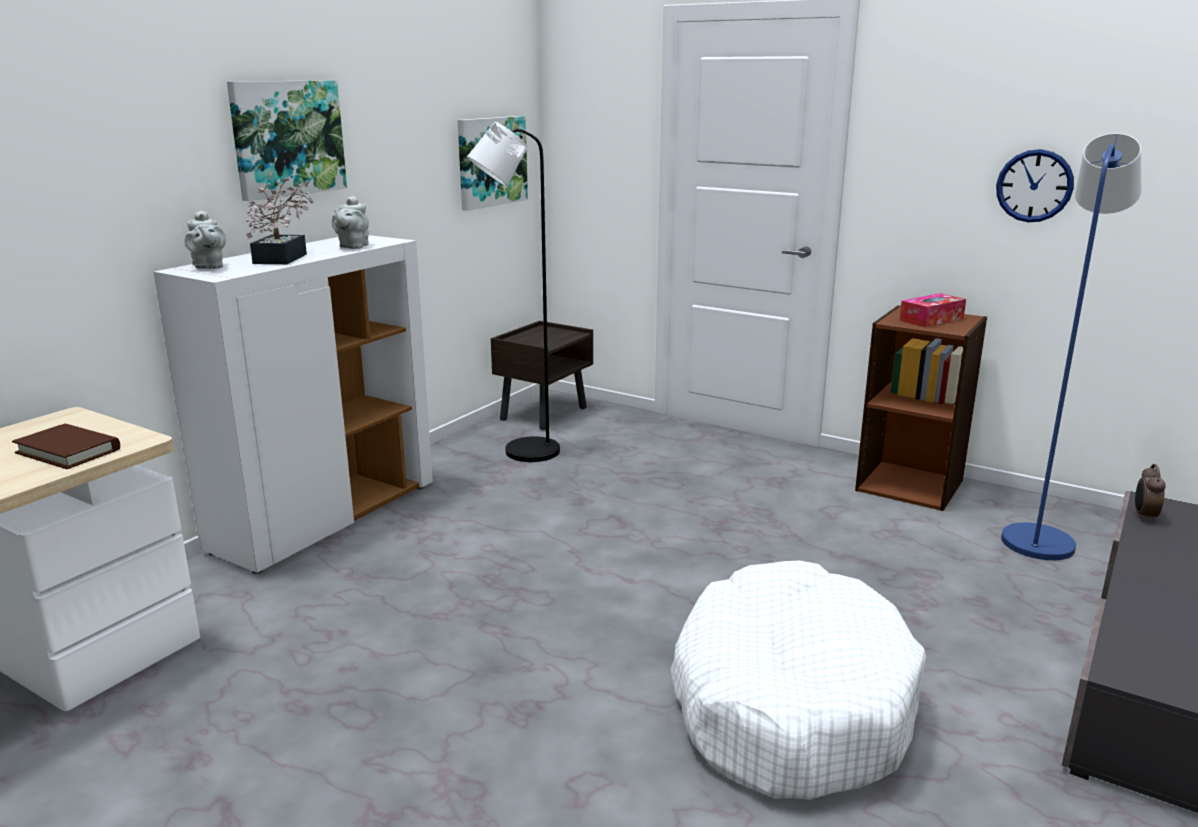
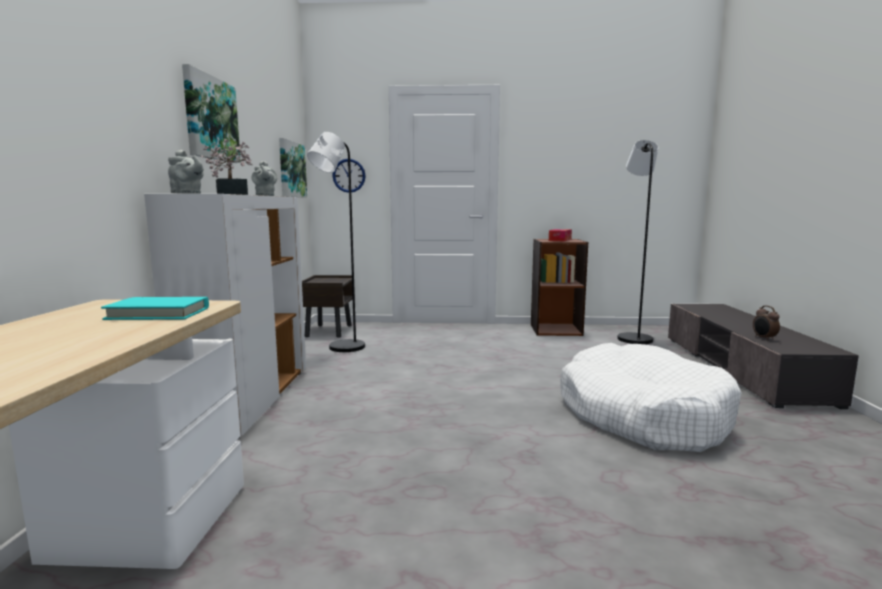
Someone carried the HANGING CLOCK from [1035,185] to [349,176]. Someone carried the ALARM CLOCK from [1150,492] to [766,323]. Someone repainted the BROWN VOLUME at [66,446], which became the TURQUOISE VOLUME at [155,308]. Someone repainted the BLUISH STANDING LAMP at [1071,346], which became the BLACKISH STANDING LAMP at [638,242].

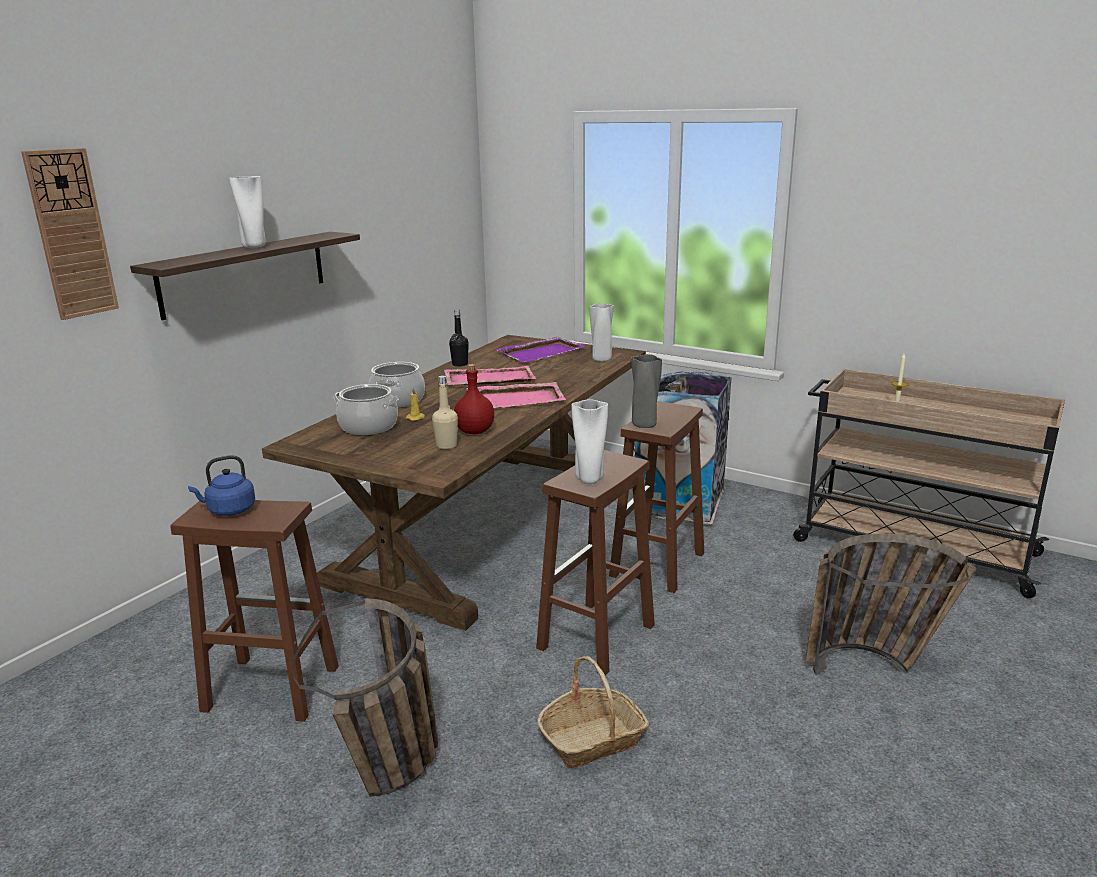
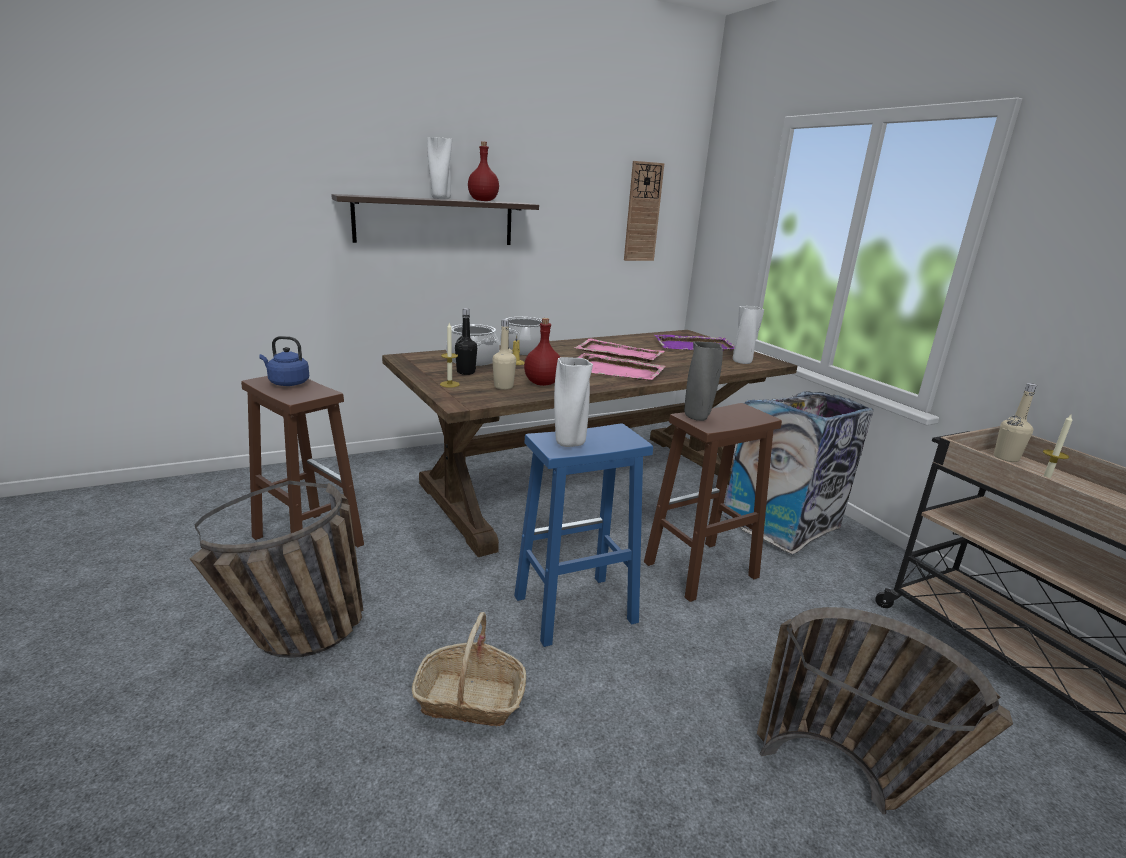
Someone put down the WAX LIGHT at [450,355]. Someone put down the RED BOTTLE at [483,171]. Someone put down the SAND-COLOURED BOTTLE at [1015,422]. Someone carried the HANGING CLOCK from [70,234] to [644,211]. Someone carried the BLACKISH BOTTLE from [459,338] to [466,341]. Someone repainted the BROWN SITTING STOOL at [595,562], which became the BLUISH SITTING STOOL at [583,535].

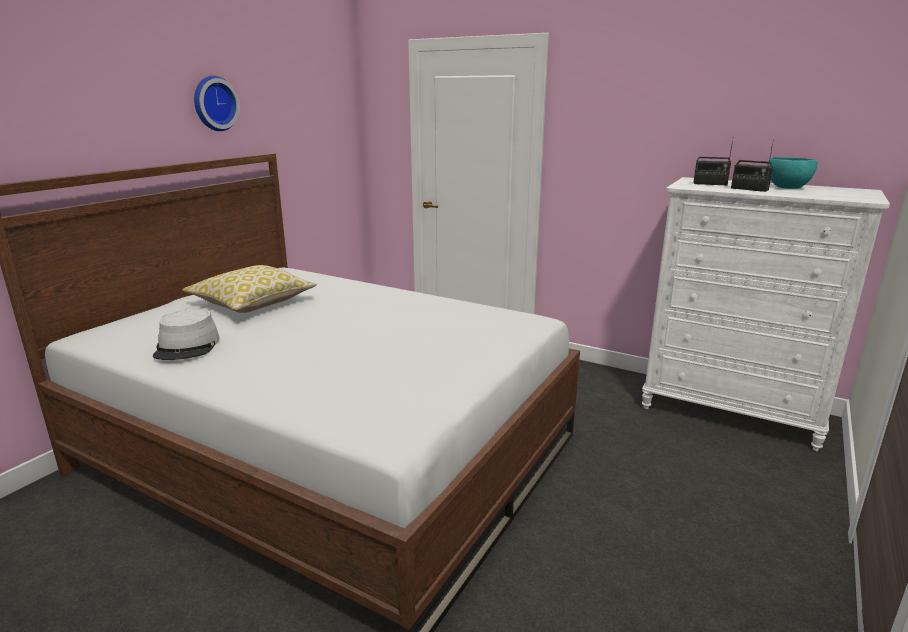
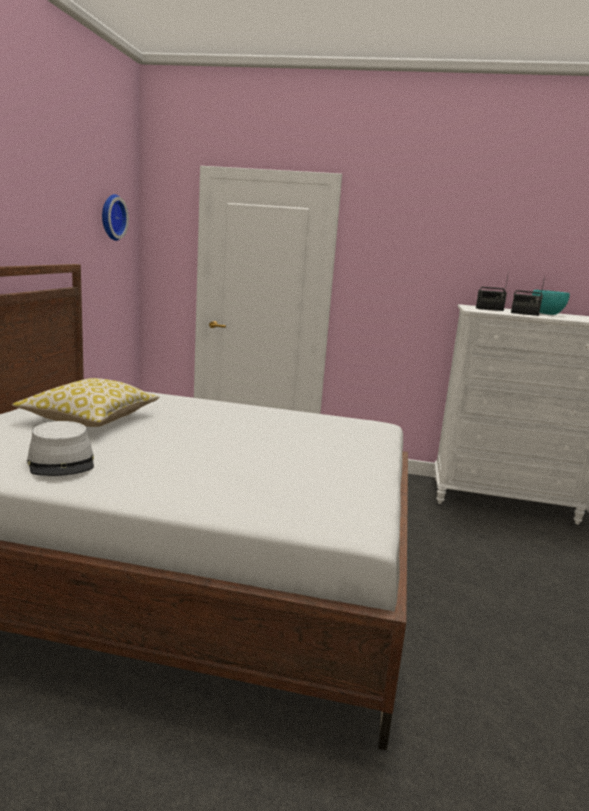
Someone carried the HANGING CLOCK from [217,103] to [115,217].

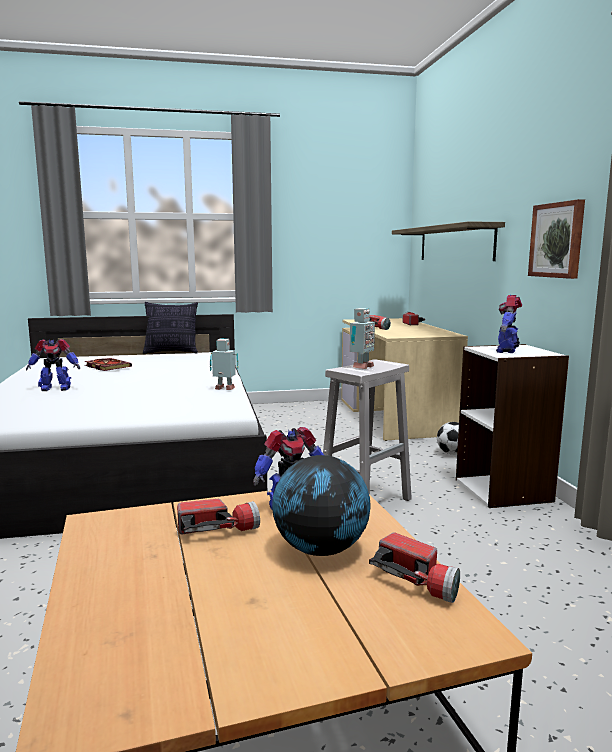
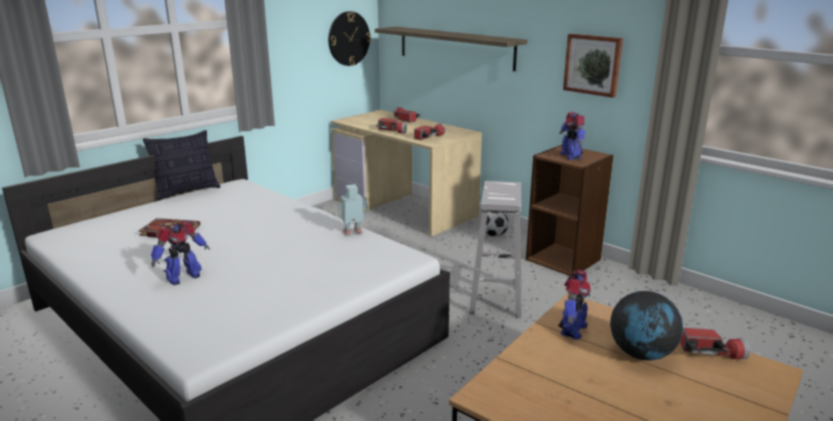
Someone took away the TOY ROBOT at [362,338]. Someone put up the HANGING CLOCK at [349,38]. Someone carried the TORCH from [218,517] to [430,132]. Someone repainted the WHITE BOOKSHELF at [512,426], which became the BROWN BOOKSHELF at [570,210].

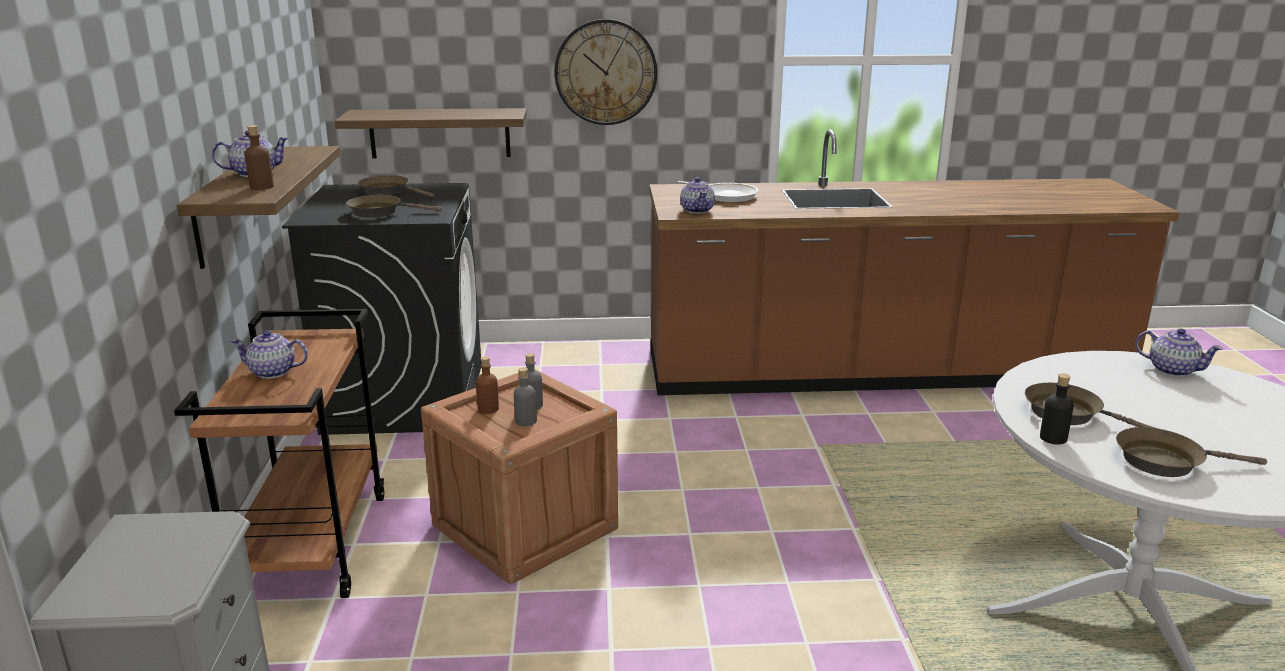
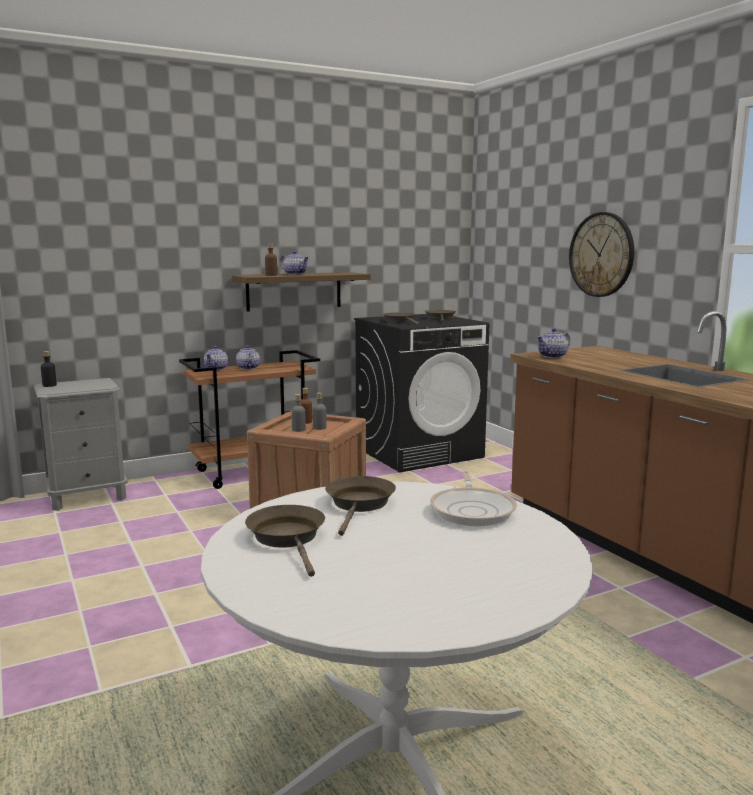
Someone took away the BRACKET SHELF at [431,133]. Someone carried the SKILLET from [718,191] to [473,498]. Someone carried the BLACKISH BOTTLE from [1057,409] to [49,369]. Someone carried the POT FOR TEA from [1179,352] to [216,358].

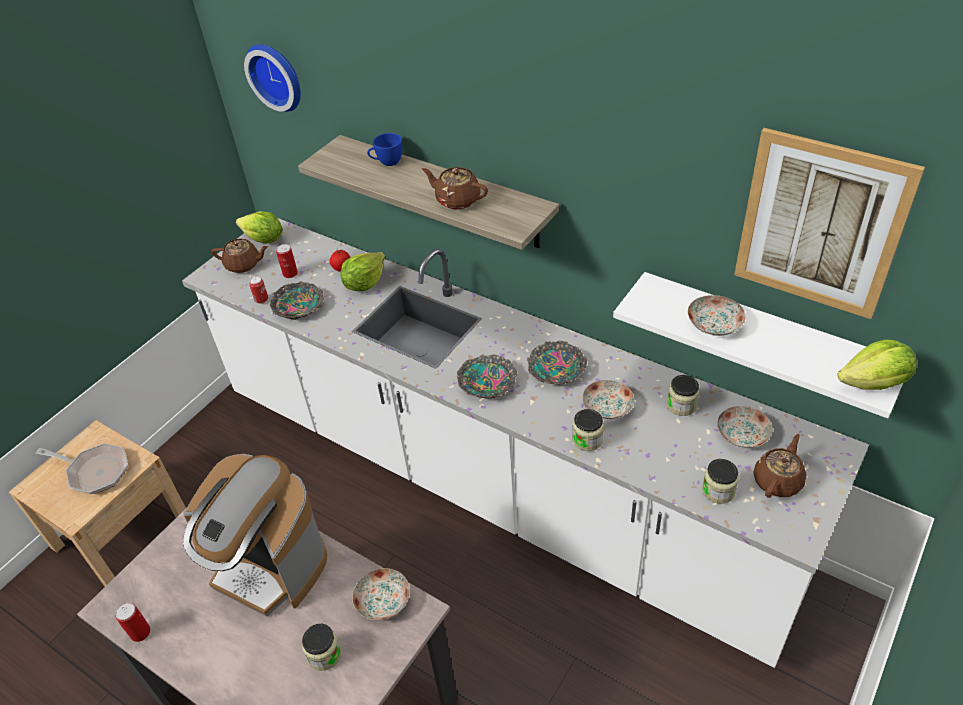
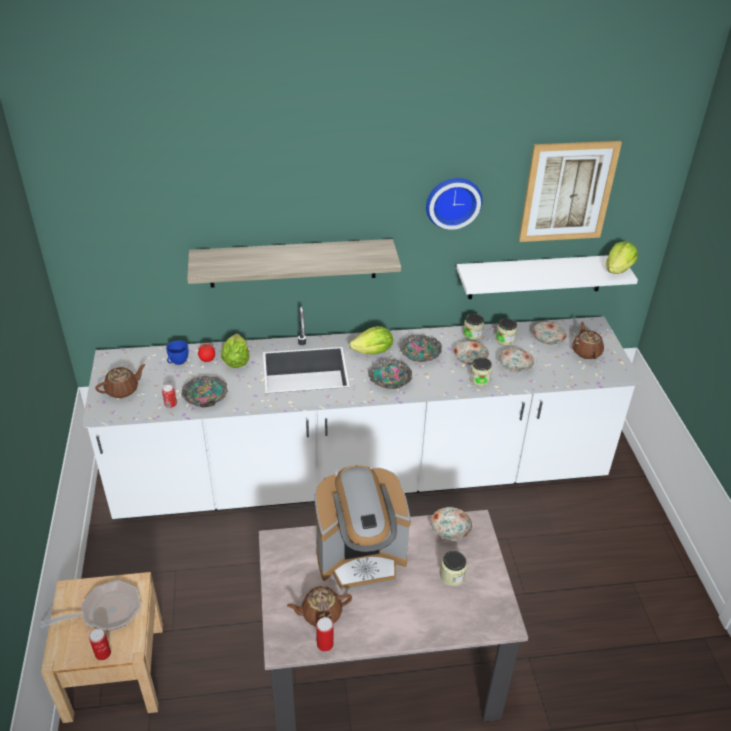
Someone carried the LETTUCE HEAD from [259,227] to [371,340]. Someone carried the HANGING CLOCK from [272,78] to [454,204]. Someone carried the CAN from [287,261] to [100,644]. Someone carried the BLUISH DRINKING CUP from [384,149] to [177,352]. Someone carried the BROWN POT FOR TEA from [455,188] to [319,606]. Someone carried the DINNER PLATE from [717,315] to [516,360]. Someone carried the STORAGE JAR from [720,481] to [473,327].

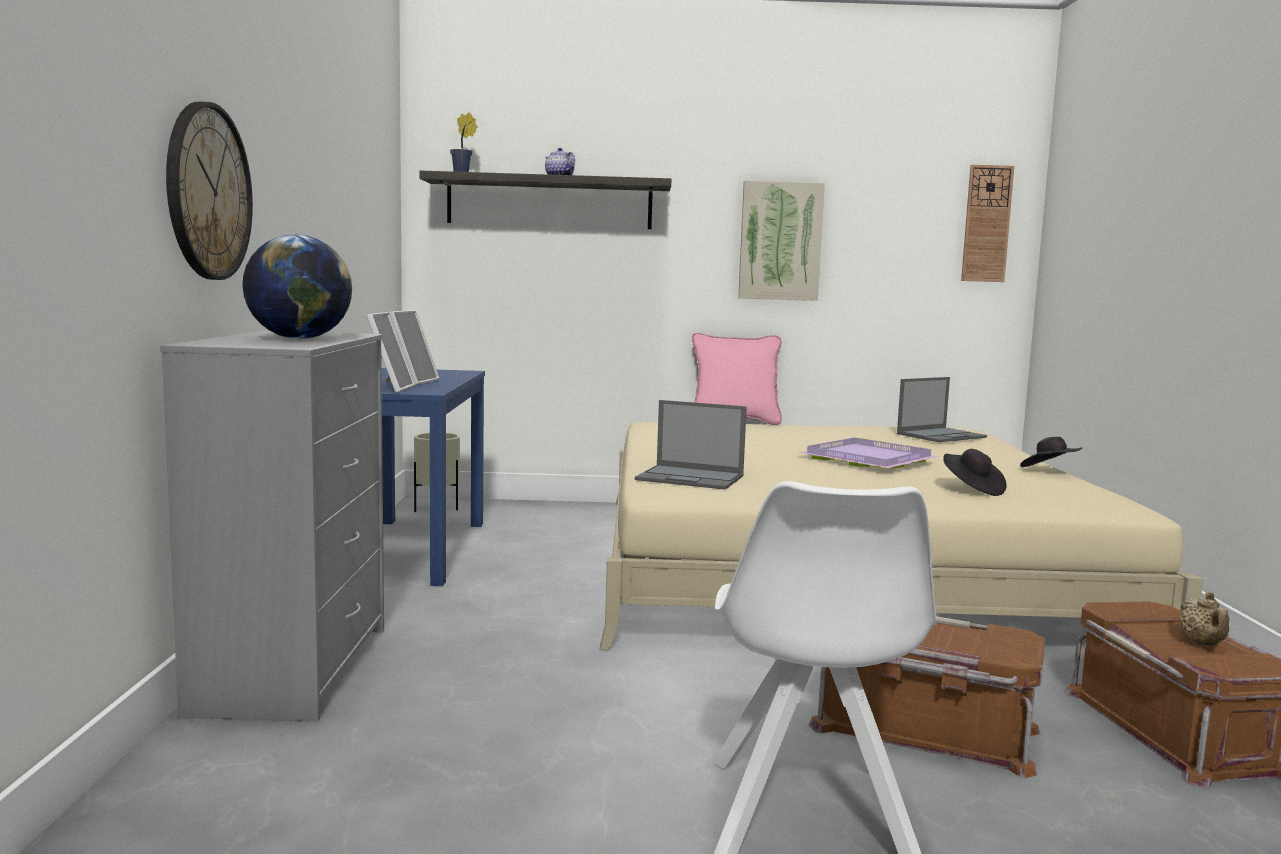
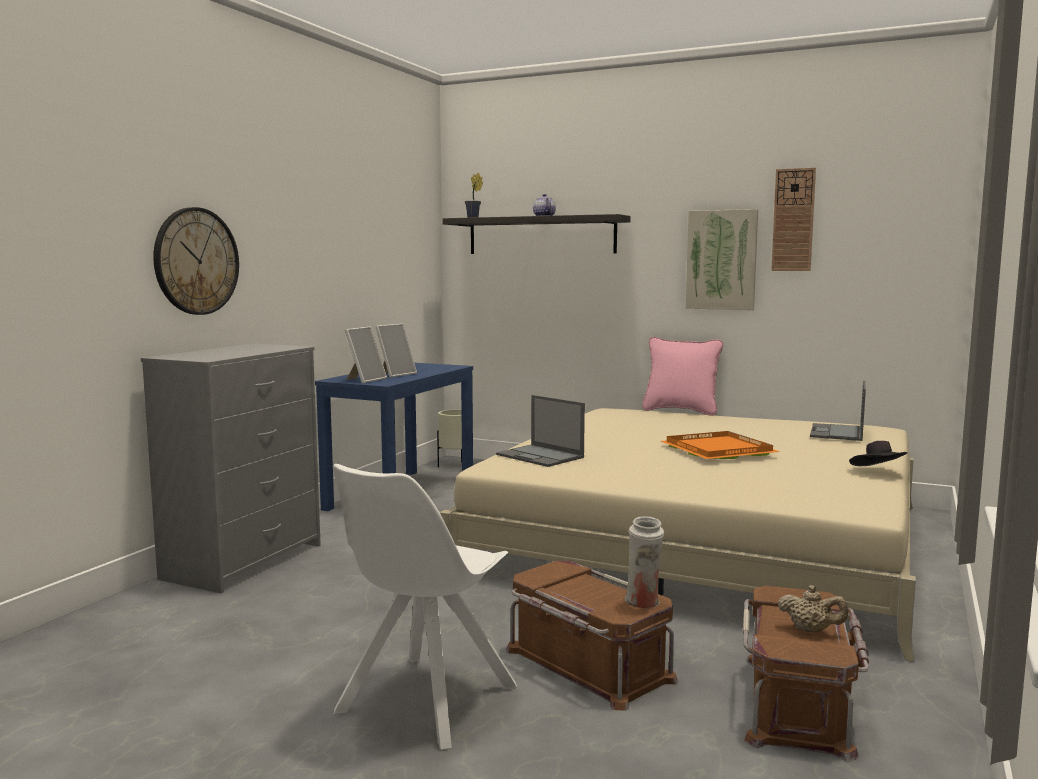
Someone took away the DESK GLOBE at [297,286]. Someone took away the BLACKISH HAT at [974,472]. Someone put down the WHITE VASE at [644,562]. Someone carried the HANGING CLOCK from [987,223] to [793,219]. Someone repainted the PURPLISH CARRYING TRAY at [868,453], which became the ORANGE CARRYING TRAY at [720,445]. Someone rotated the PORTABLE COMPUTER at [942,409] by 120 degrees clockwise. Someone rotated the SAND-COLOURED POT FOR TEA at [1204,619] by 90 degrees counterclockwise.

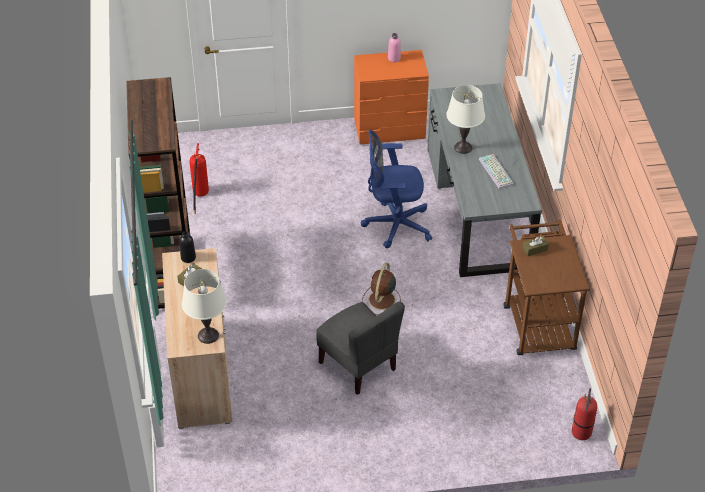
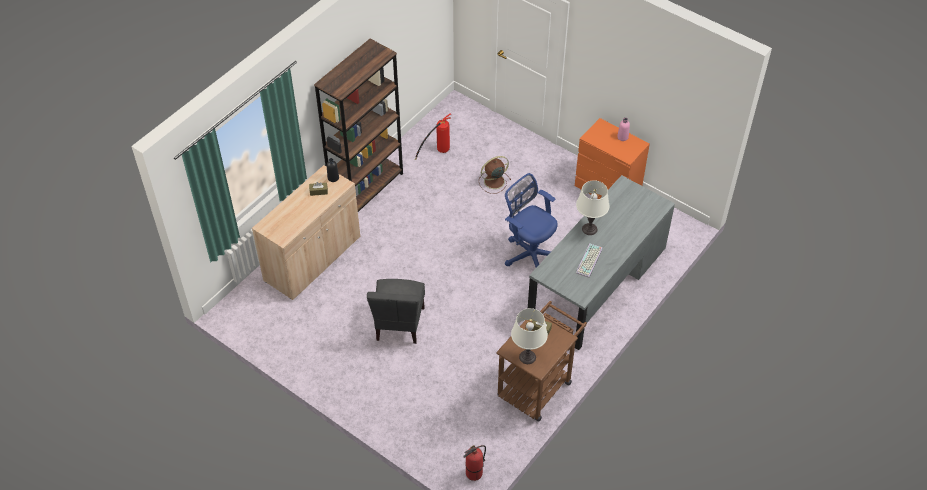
Someone carried the WHITE TABLE LAMP from [204,306] to [529,336]. Someone carried the BROWN FAN from [381,289] to [495,175].

